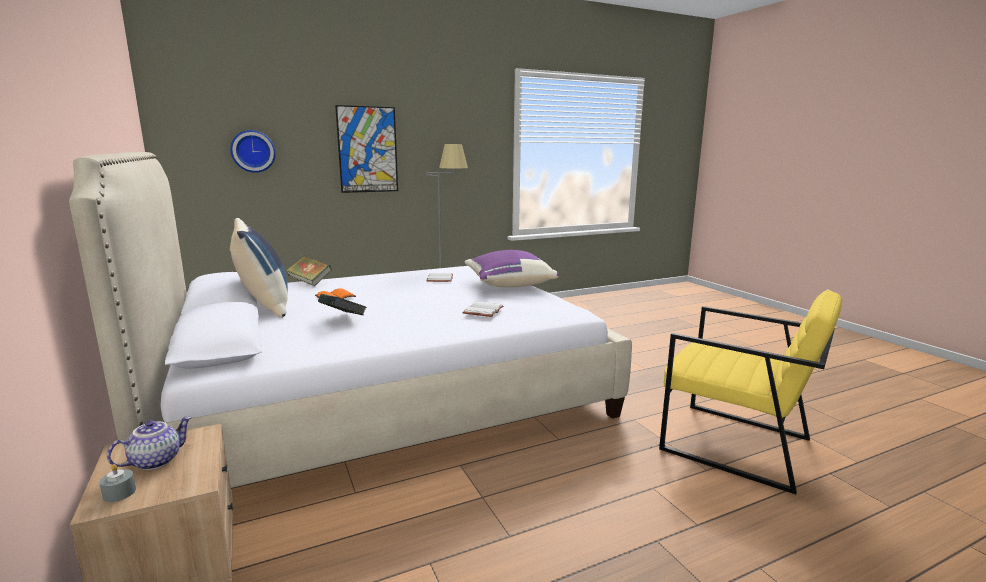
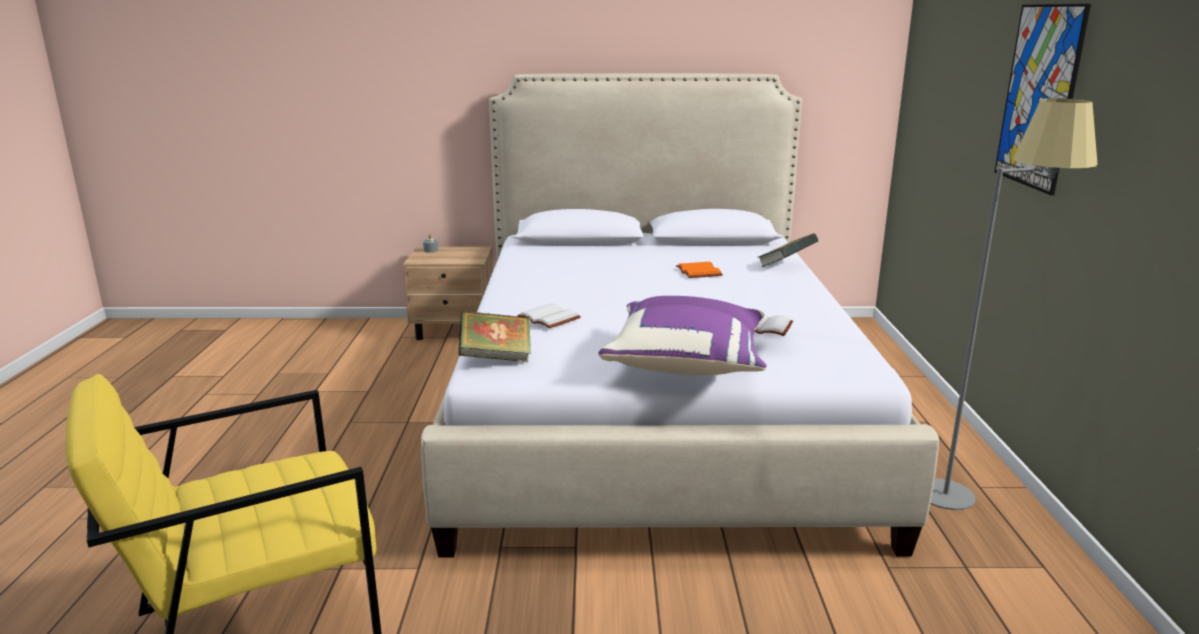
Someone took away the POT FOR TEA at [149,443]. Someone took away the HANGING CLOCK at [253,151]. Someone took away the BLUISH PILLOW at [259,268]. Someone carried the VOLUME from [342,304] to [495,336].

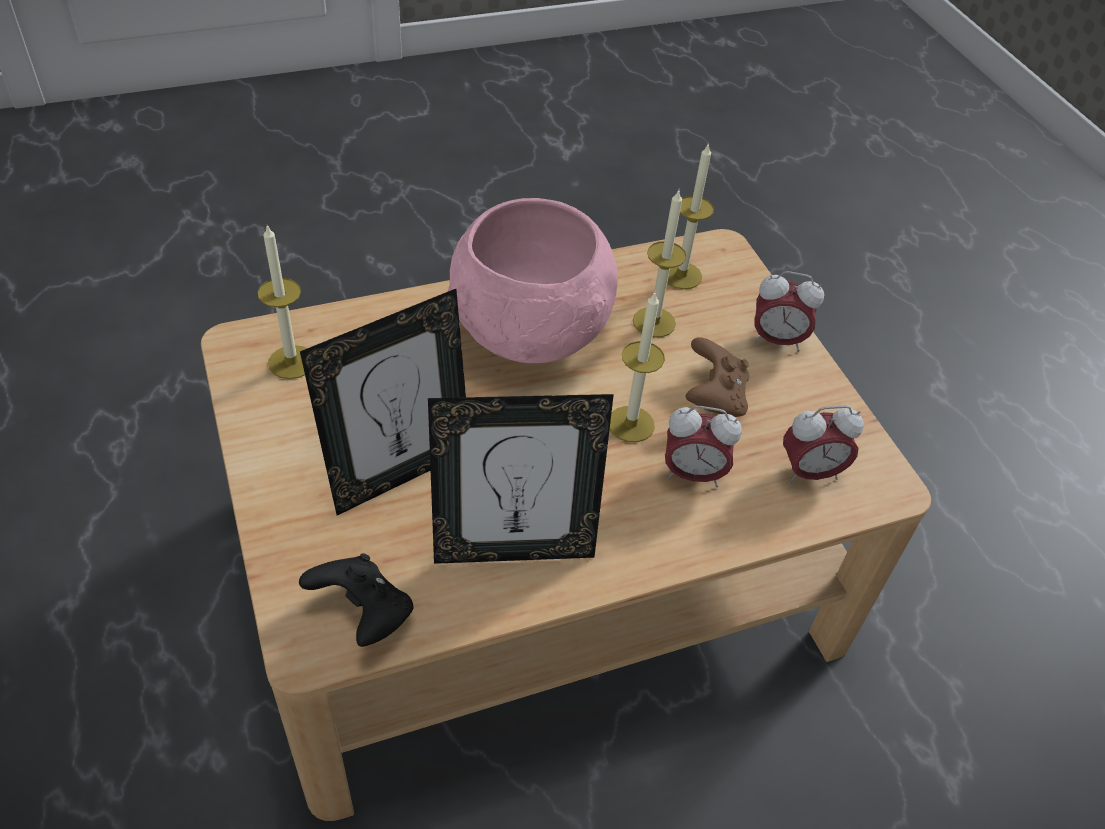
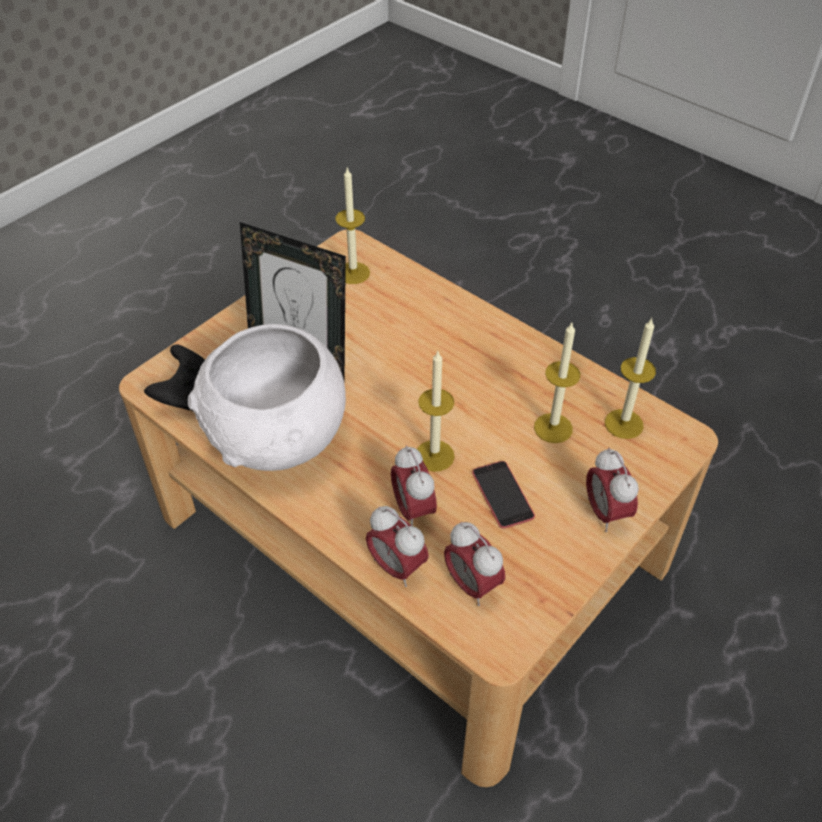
Someone took away the PINKISH DEEP DISH at [533,280]. Someone put down the ALARM CLOCK at [397,546]. Someone swapped the PHOTO FRAME at [521,479] for the WHITE DEEP DISH at [267,397]. Someone swapped the BROWN GAMEPAD at [718,377] for the HANDSET at [503,494].

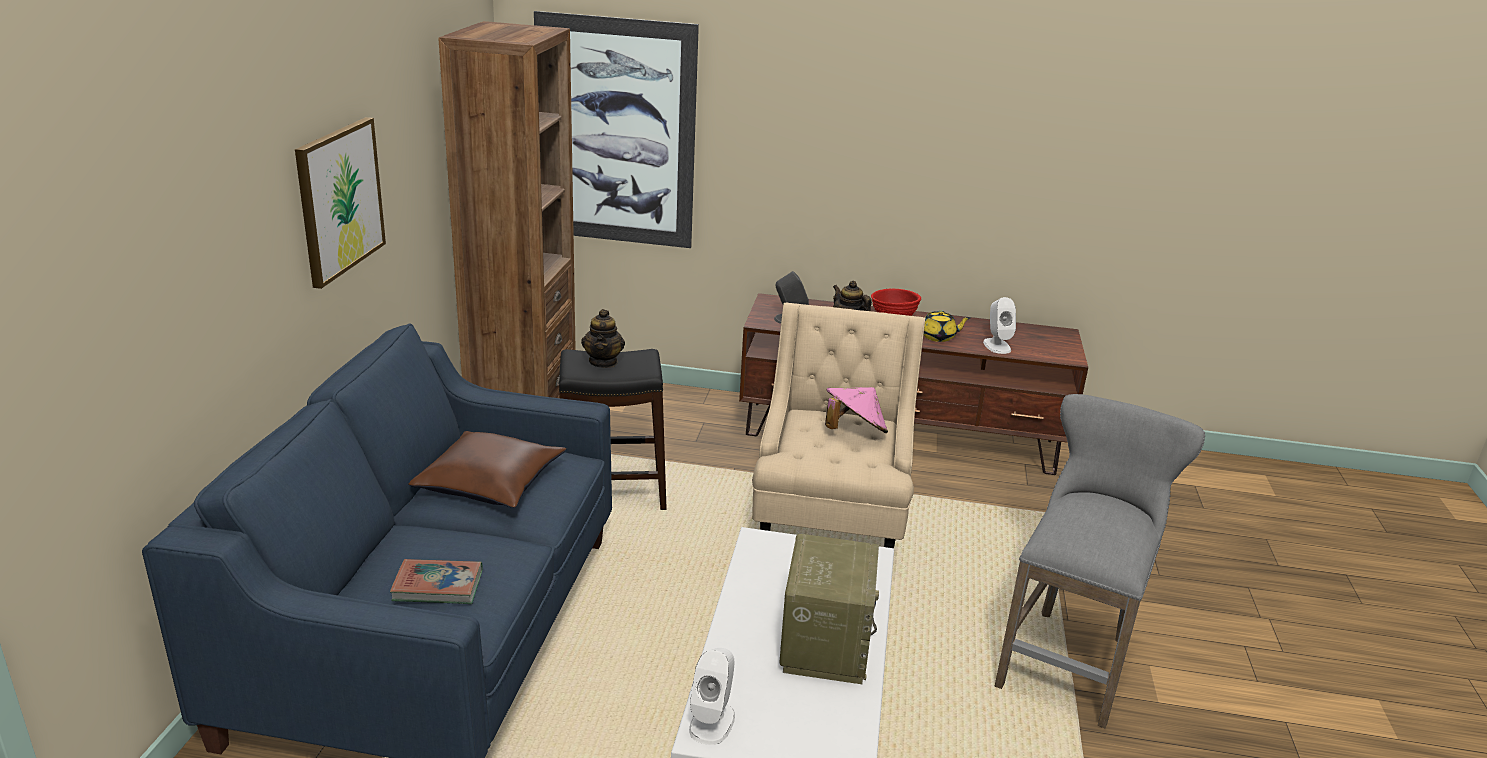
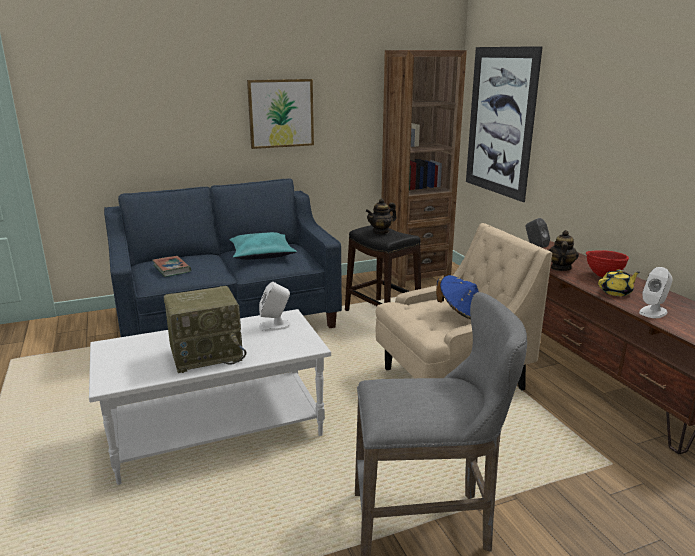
Someone carried the WHITE SPEAKER from [712,696] to [274,306]. Someone repainted the BROWN PILLOW at [487,469], which became the TURQUOISE PILLOW at [263,246]. Someone repainted the PINKISH HAT at [856,410], which became the BLUISH HAT at [457,297]. Someone rotated the YELLOW POT FOR TEA at [947,326] by 75 degrees counterclockwise.

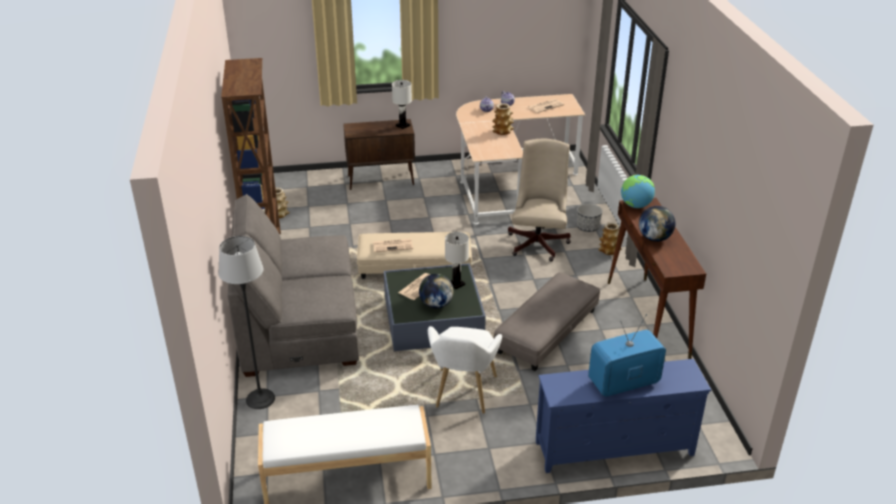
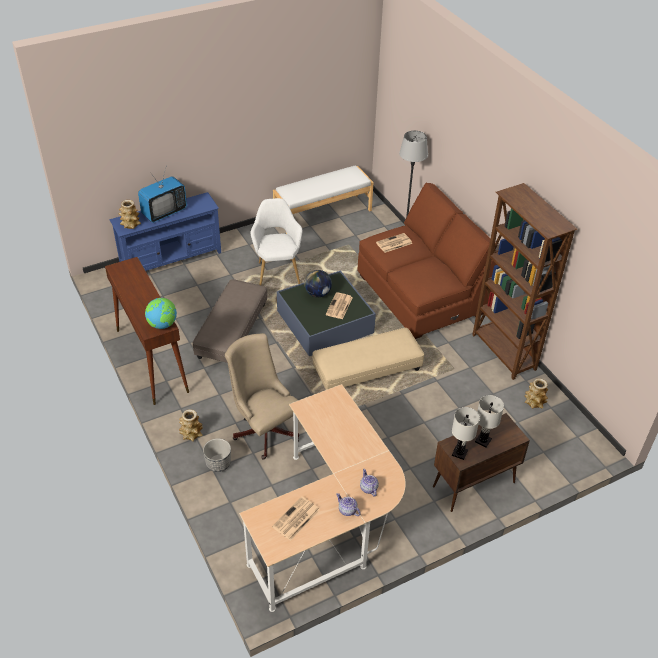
Someone took away the DESK GLOBE at [657,224]. Someone carried the NEWSPAPER from [393,245] to [394,243]. Someone carried the WHITE TABLE LAMP from [457,260] to [489,421]. Someone carried the VASE from [503,119] to [130,214]. Someone repainted the GREY SETTEE at [293,285], which became the BROWN SETTEE at [427,261]. Someone rotated the SAND-COLOURED COMPUTER CHAIR at [539,200] by 150 degrees clockwise.

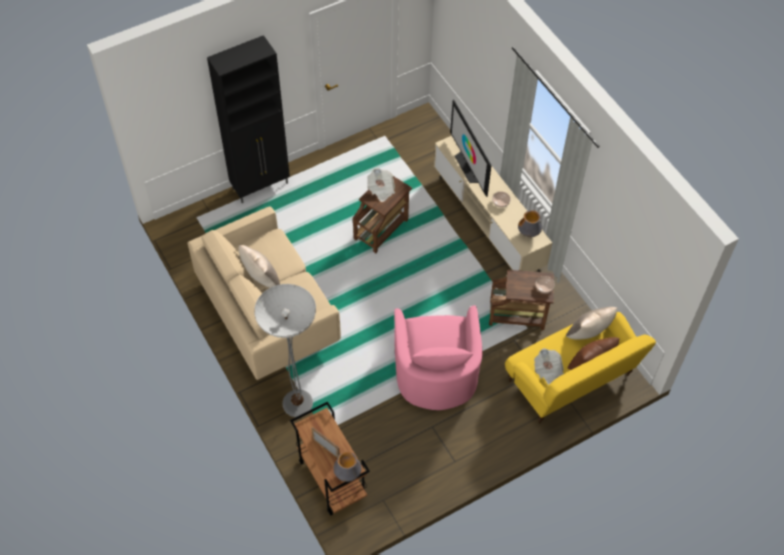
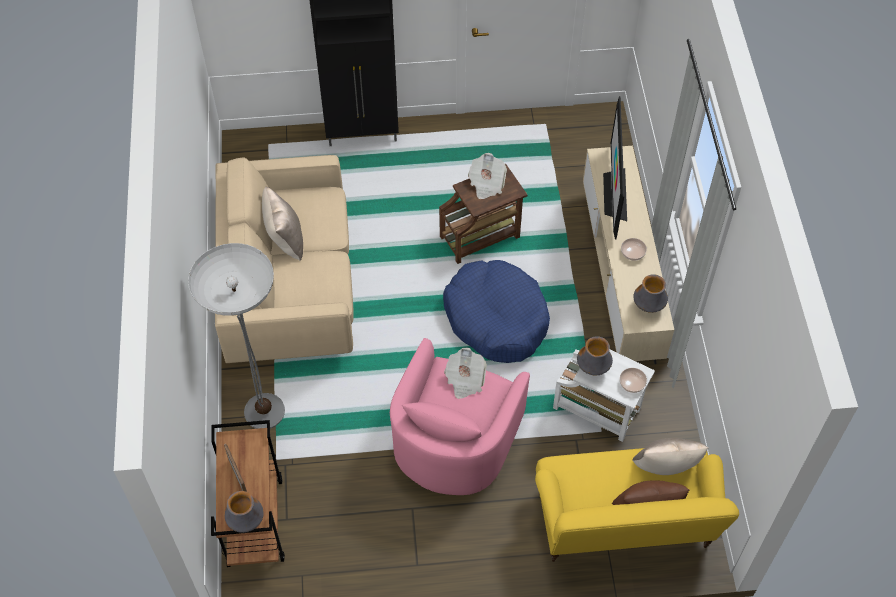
Someone put down the BLUISH DOG BED at [496,311]. Someone put down the VASE at [595,355]. Someone carried the NEWSPAPER from [549,366] to [465,373]. Someone repainted the BROWN SIDE TABLE at [521,300], which became the WHITE SIDE TABLE at [604,396].

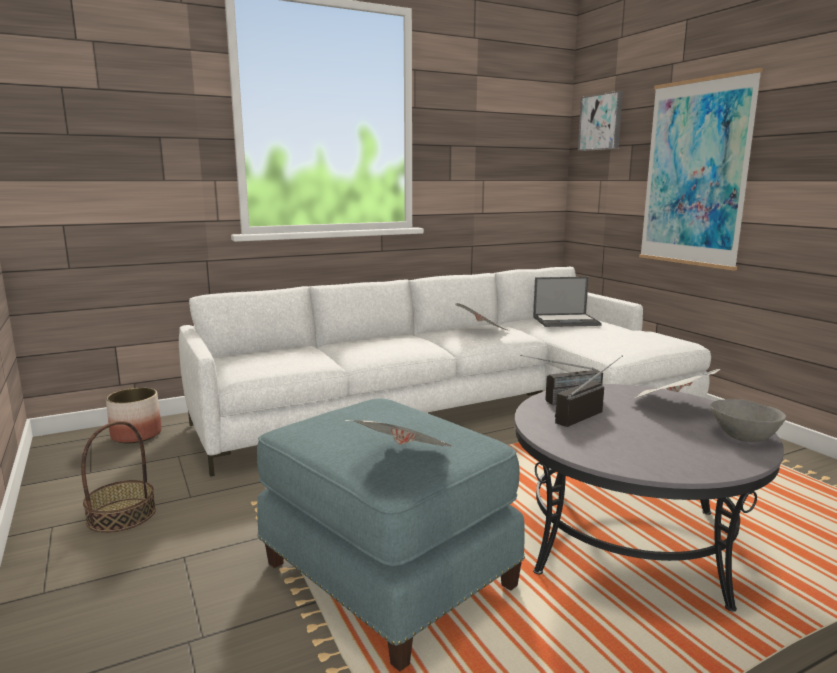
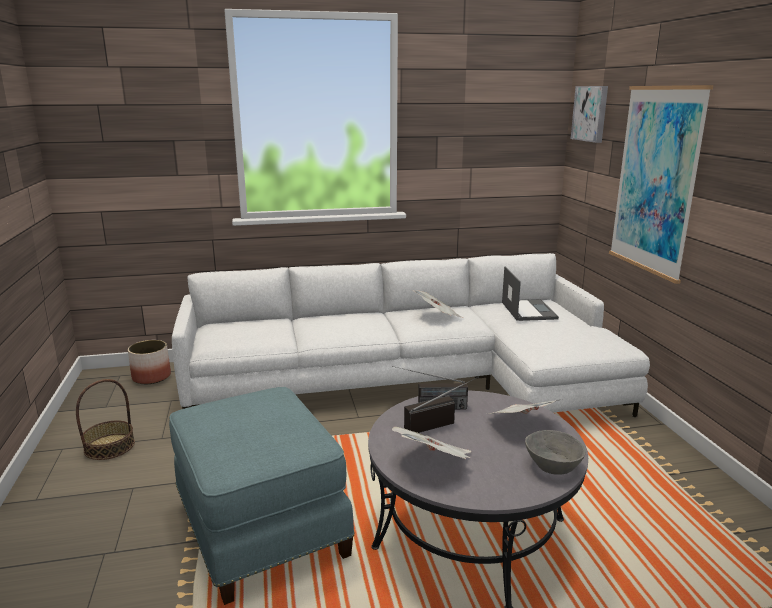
Someone carried the NEWSPAPER from [398,433] to [432,443]. Someone rotated the PORTABLE COMPUTER at [567,302] by 105 degrees counterclockwise.

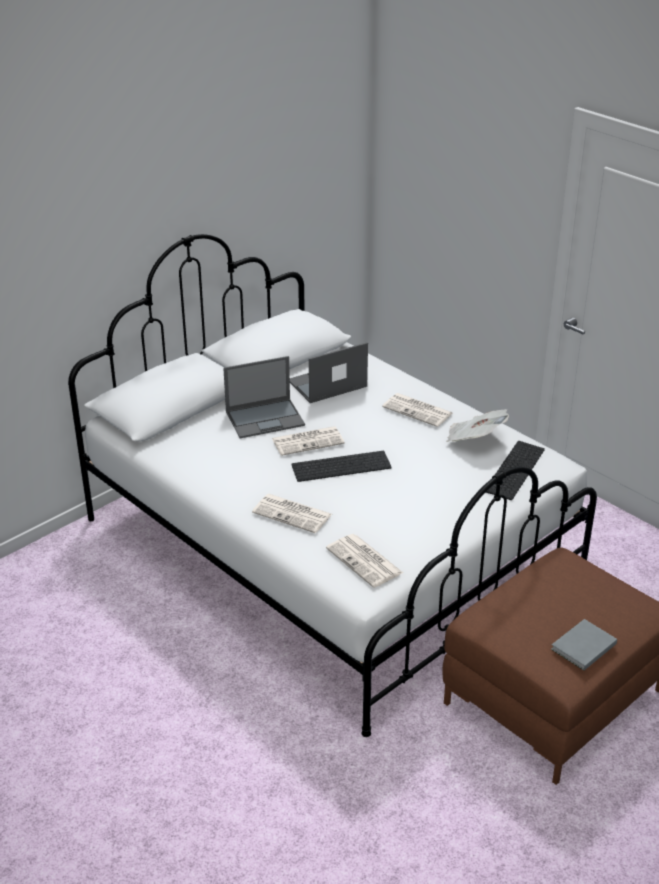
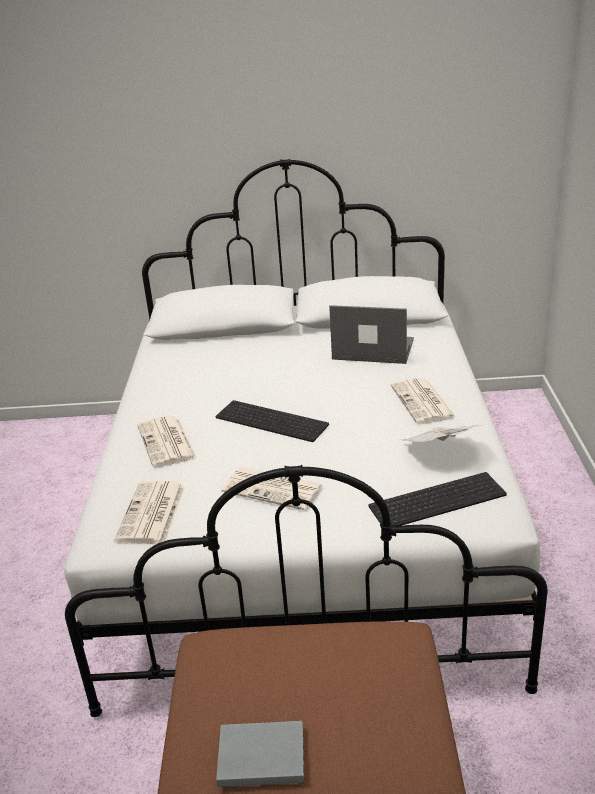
Someone took away the PORTABLE COMPUTER at [264,397]. Someone carried the NEWSPAPER from [308,441] to [272,488].

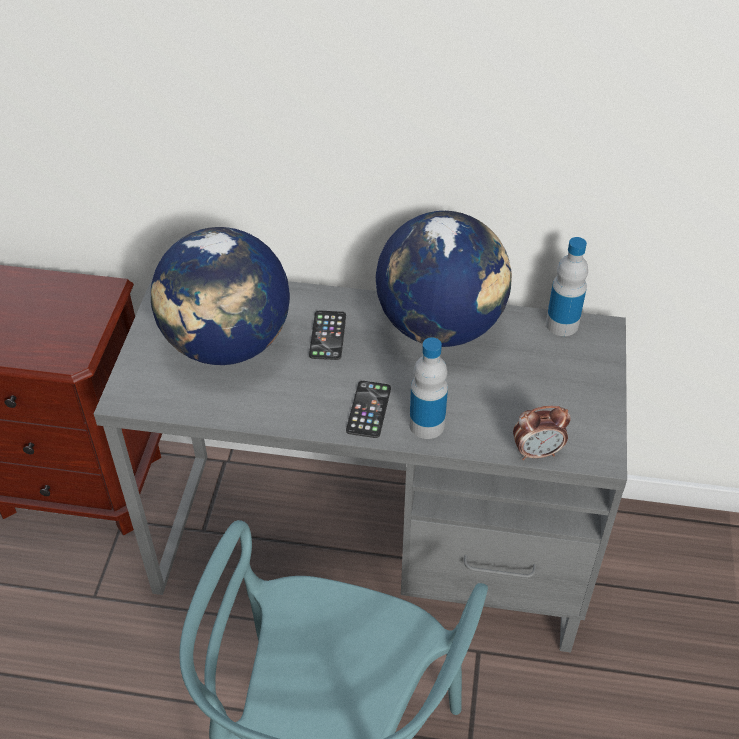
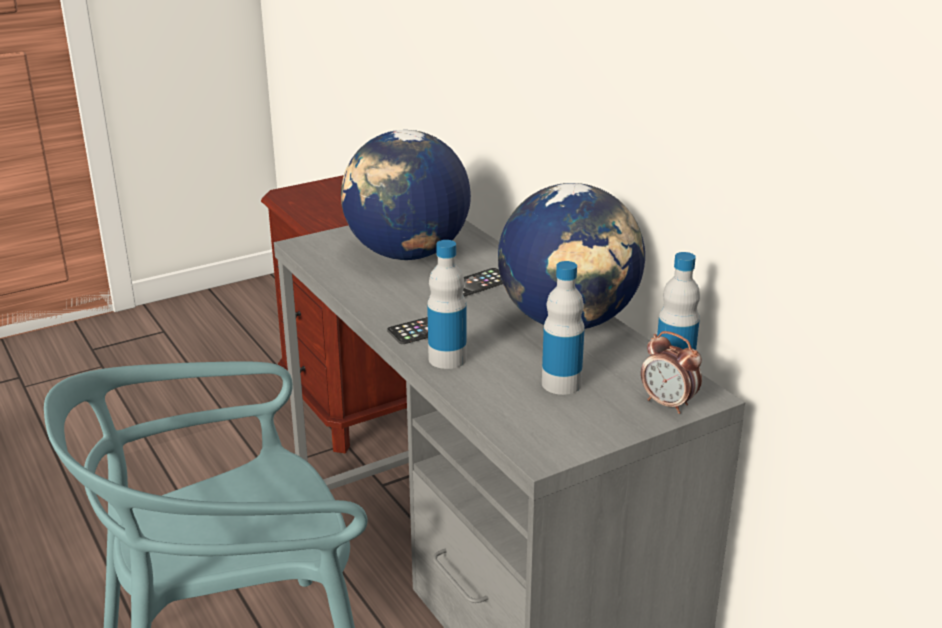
Someone put down the BOTTLE at [563,328]. Someone carried the ALARM CLOCK from [542,433] to [671,372].

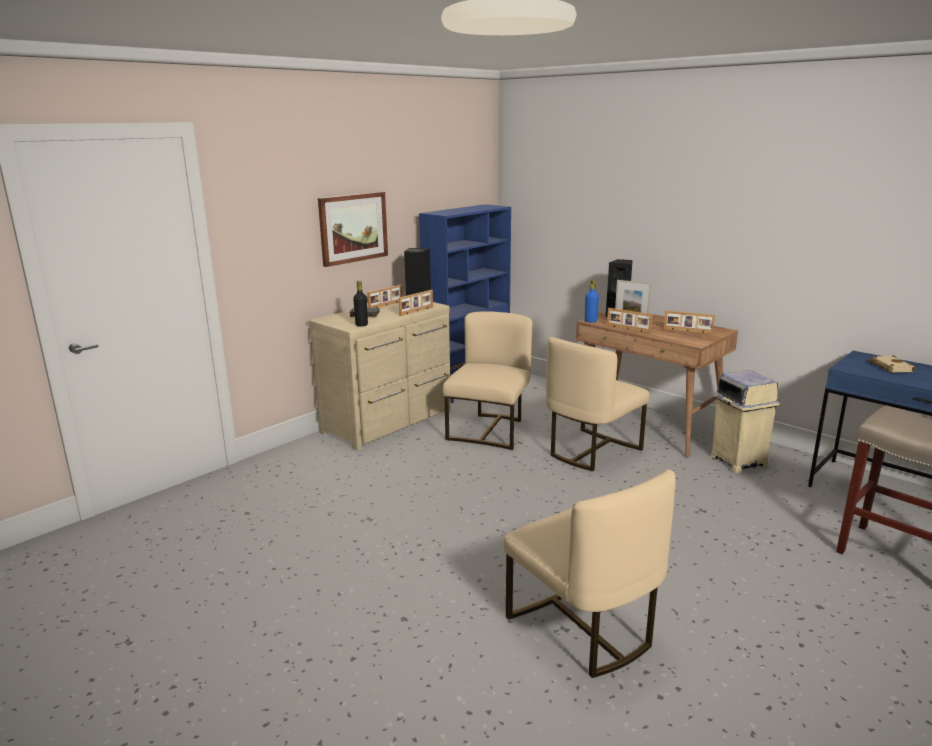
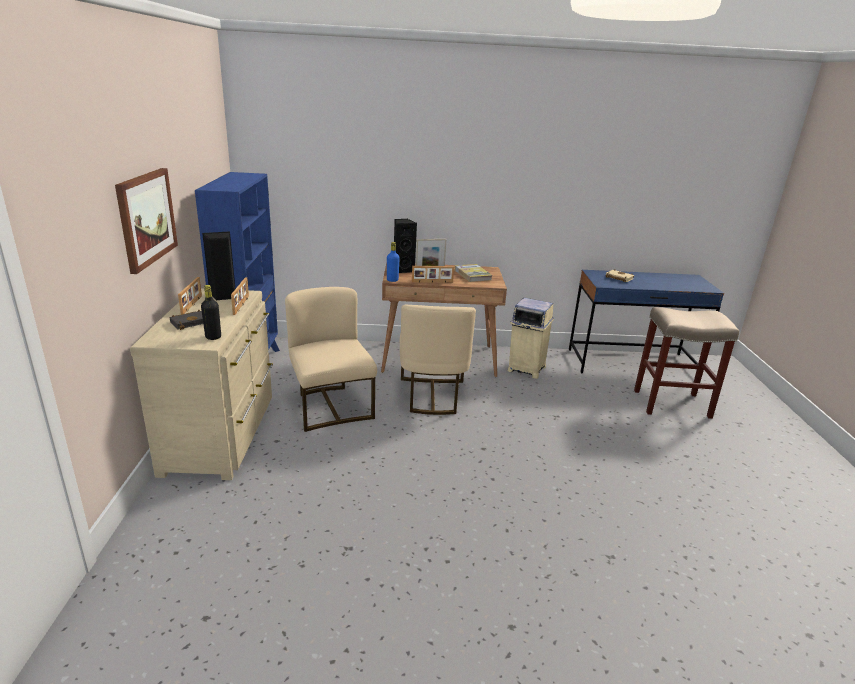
Someone took away the SAND-COLOURED PLAIN CHAIR at [590,574]. Someone swapped the PHOTO FRAME at [689,322] for the VOLUME at [473,273].

